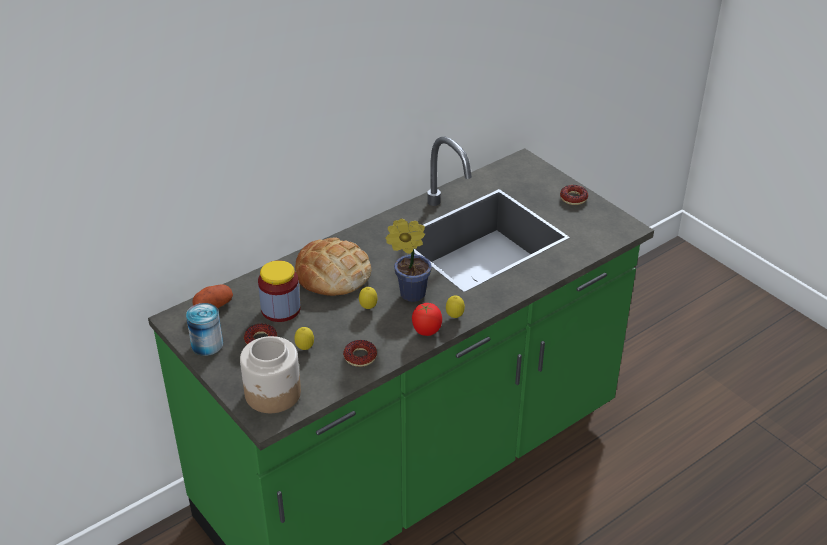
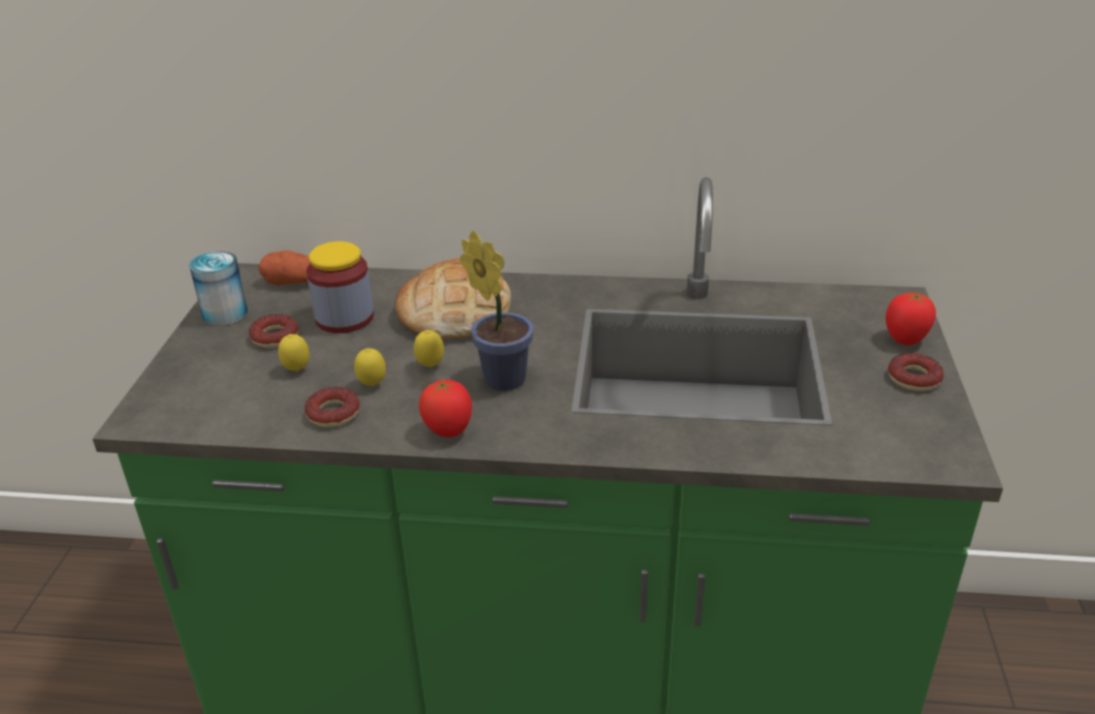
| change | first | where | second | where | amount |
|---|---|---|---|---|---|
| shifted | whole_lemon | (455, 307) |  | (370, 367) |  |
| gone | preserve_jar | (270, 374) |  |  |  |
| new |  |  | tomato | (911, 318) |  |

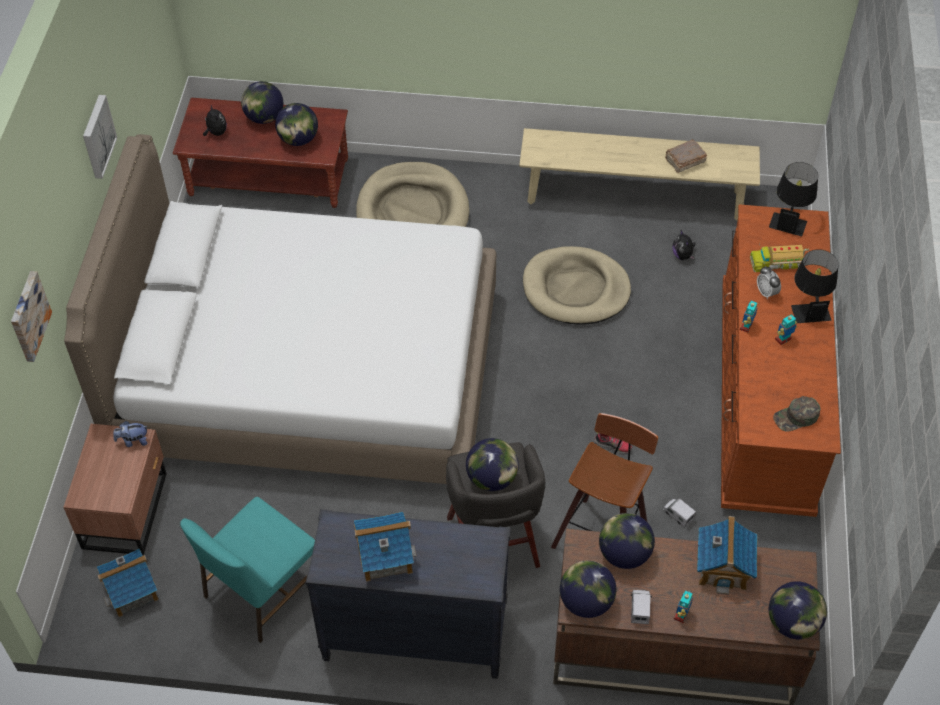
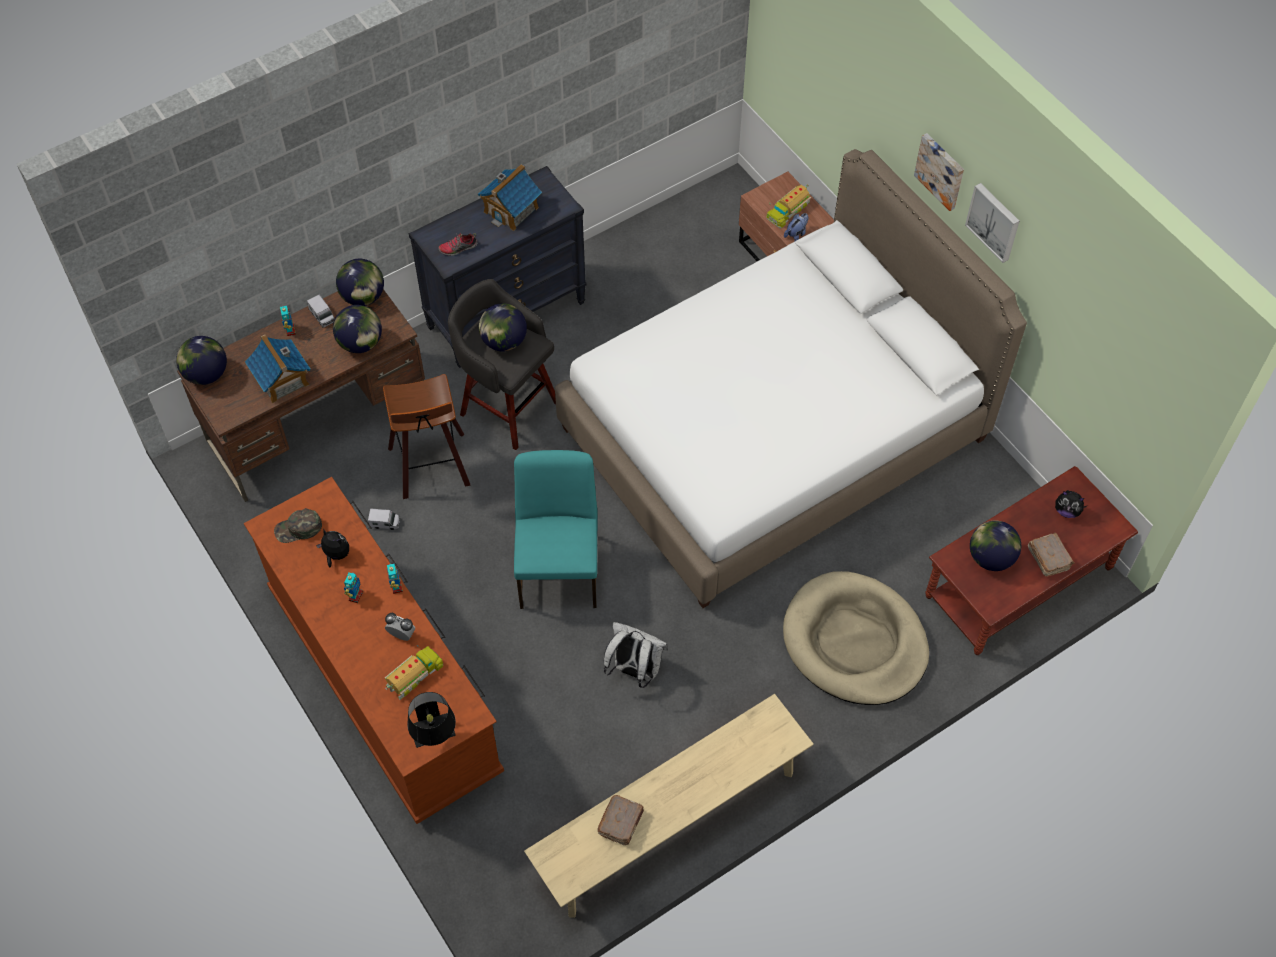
| change | first | where | second | where | amount |
|---|---|---|---|---|---|
| swapped | world_globe | (262, 102) | brownish_bound_book | (1051, 555) |  |
| shifted | plush_toy | (684, 245) |  | (332, 548) |  |
| swapped | sand-coloured_dog_bed | (577, 285) | white_knapsack | (636, 655) |  |
| gone | black_lamp_for_a_table | (815, 286) |  |  |  |
| shifted | wall_art | (31, 316) |  | (939, 172) |  |
| rotated | green-coloured_peaked_cap | (796, 414) |  | (298, 525) | 135 degrees counterclockwise |
| shifted | shoe | (613, 443) |  | (458, 244) |  |
| shifted | blue-green_upright_chair | (247, 570) |  | (556, 529) |  |
| gone | model_house | (128, 583) |  |  |  |
| new |  |  | toy_truck | (788, 206) |  |

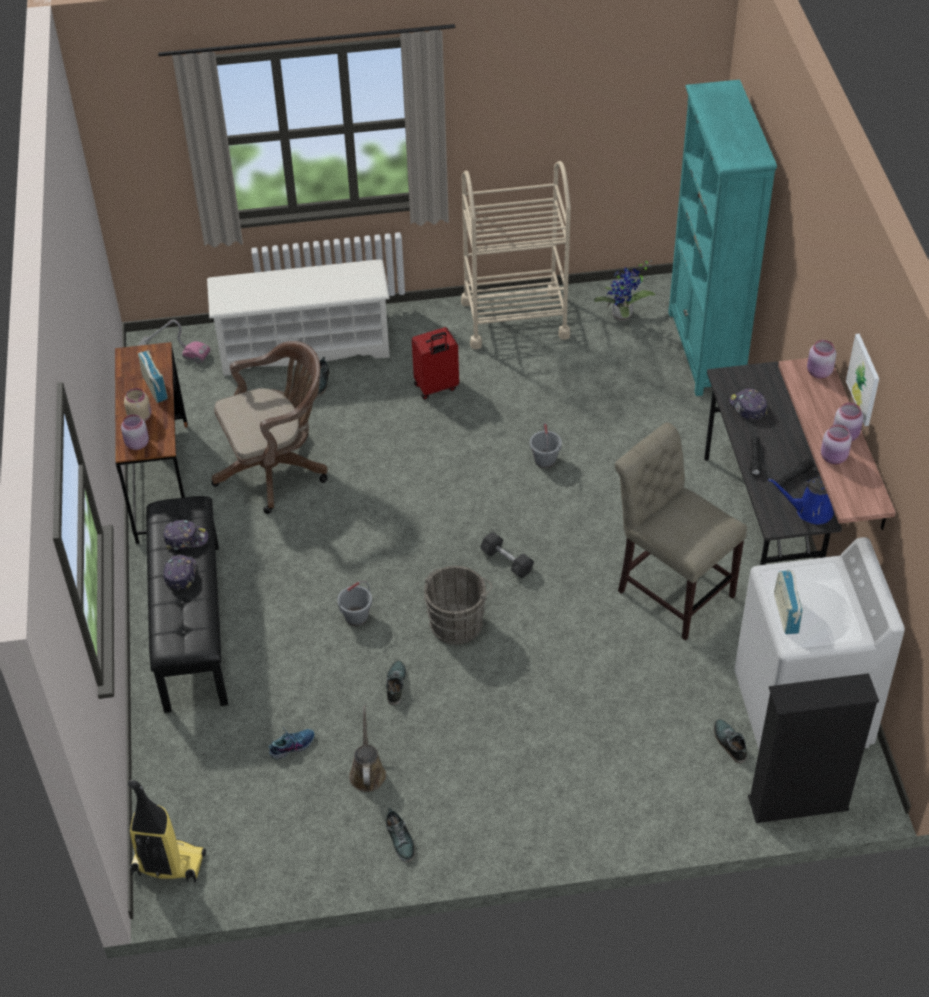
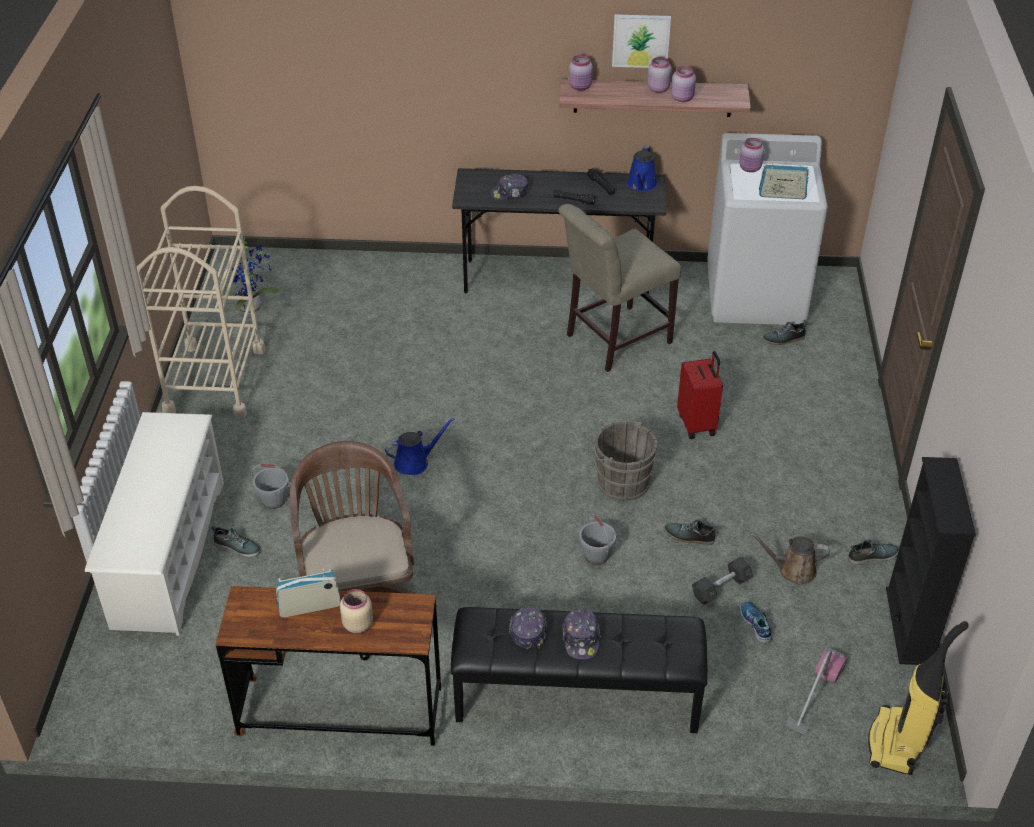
| change | first | where | second | where | amount |
|---|---|---|---|---|---|
| gone | blue-green_bookcase | (722, 238) |  |  |  |
| shifted | hoover | (174, 341) |  | (817, 691) |  |
| shifted | red-coloured_travel_case | (435, 363) |  | (700, 395) |  |
| shifted | pink-coloured_preserve_jar | (135, 432) |  | (751, 155) |  |
| shifted | gray_pail | (546, 445) |  | (270, 486) |  |
| shifted | gray_dumbbell | (507, 554) |  | (722, 580) |  |
| rotated | peaked_cap | (179, 572) |  | (581, 634) | 105 degrees counterclockwise |
| shifted | black_bookcase | (813, 748) |  | (931, 561) |  |
| new |  |  | blue-coloured_watering_pot | (420, 446) |  |

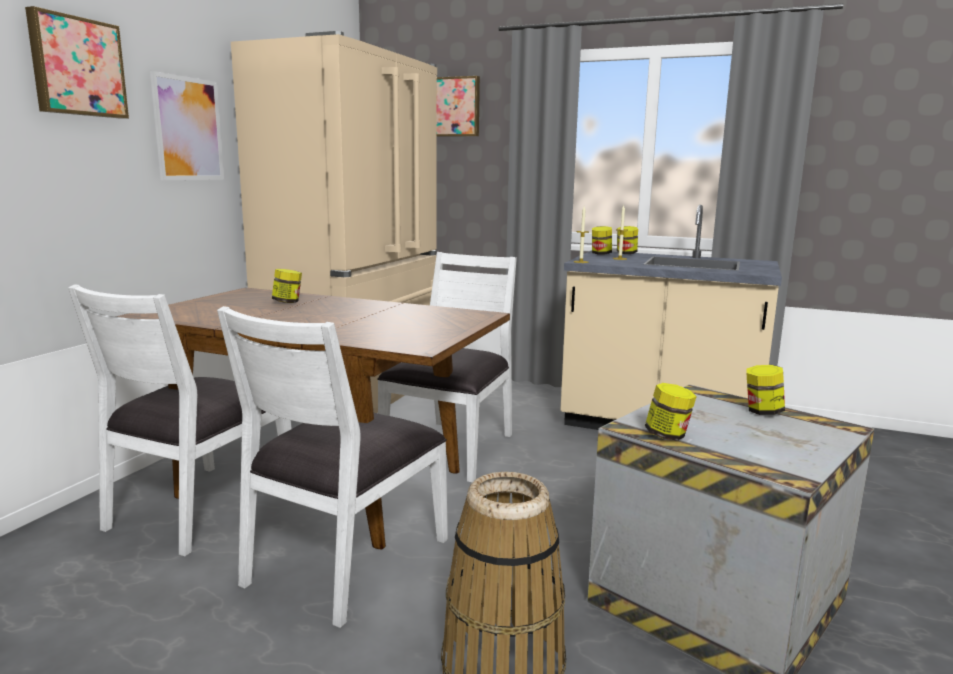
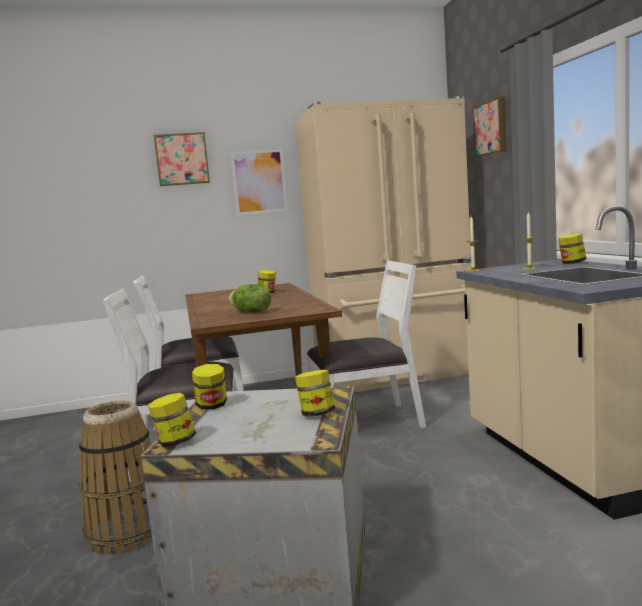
| change | first | where | second | where | amount |
|---|---|---|---|---|---|
| shifted | preserve_jar | (602, 240) |  | (172, 420) |  |
| new |  |  | head_of_lettuce | (250, 298) |  |

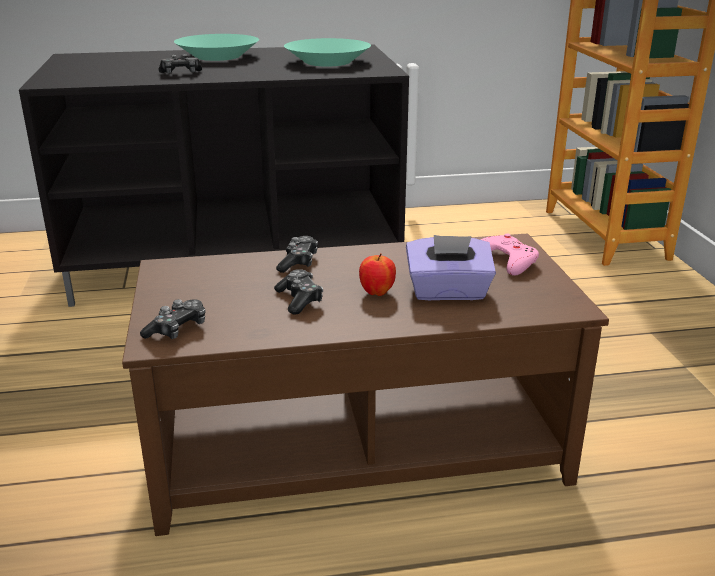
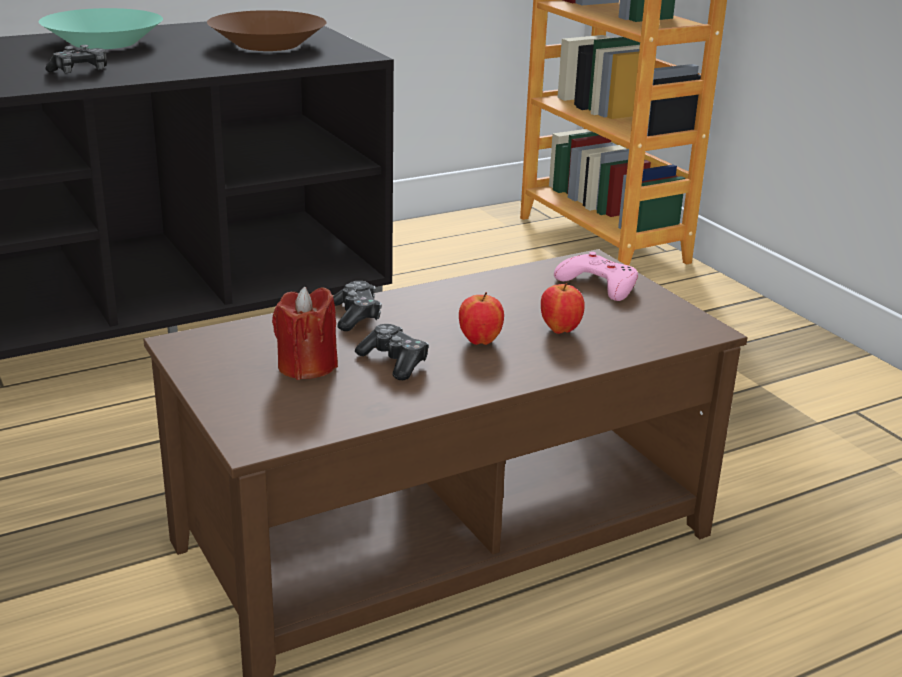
| change | first | where | second | where | amount |
|---|---|---|---|---|---|
| repainted | blue-green_bowl | (327, 52) | brownish_bowl | (266, 30) |  |
| swapped | purple_tissue_holder | (451, 267) | apple | (563, 308) |  |
| gone | gamepad | (173, 319) |  |  |  |
| new |  |  | red-coloured_candle | (305, 333) |  |

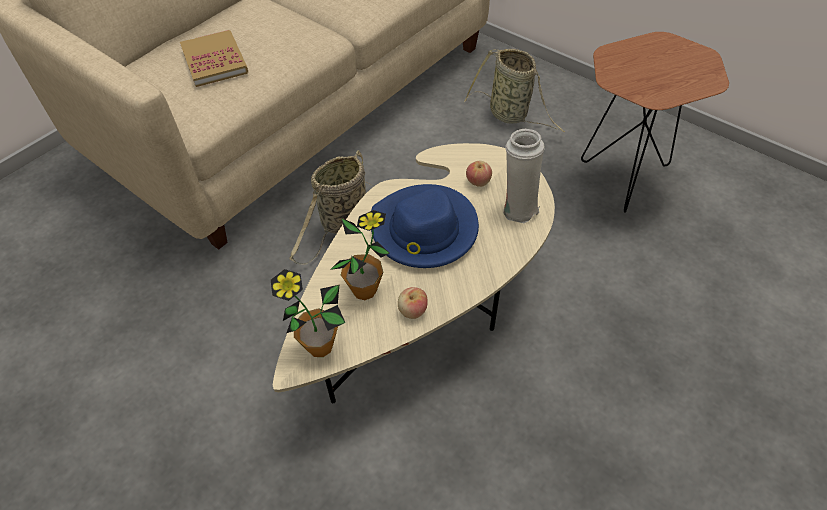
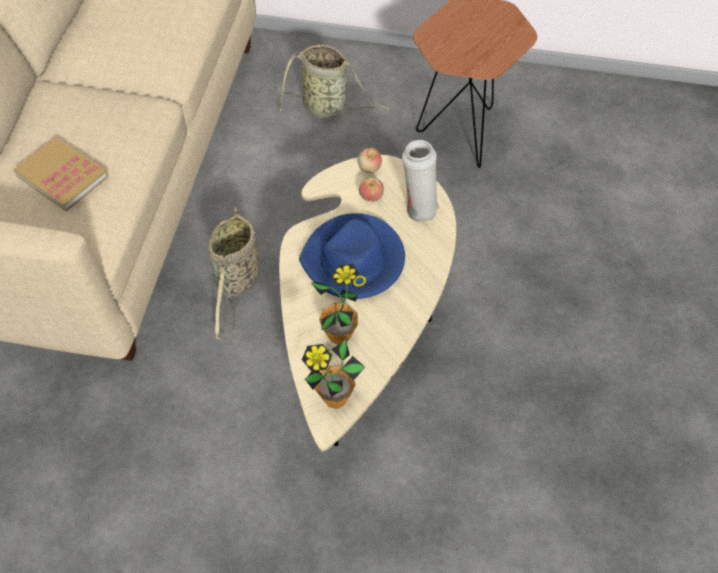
| change | first | where | second | where | amount |
|---|---|---|---|---|---|
| shifted | apple | (413, 303) |  | (370, 160) |  |

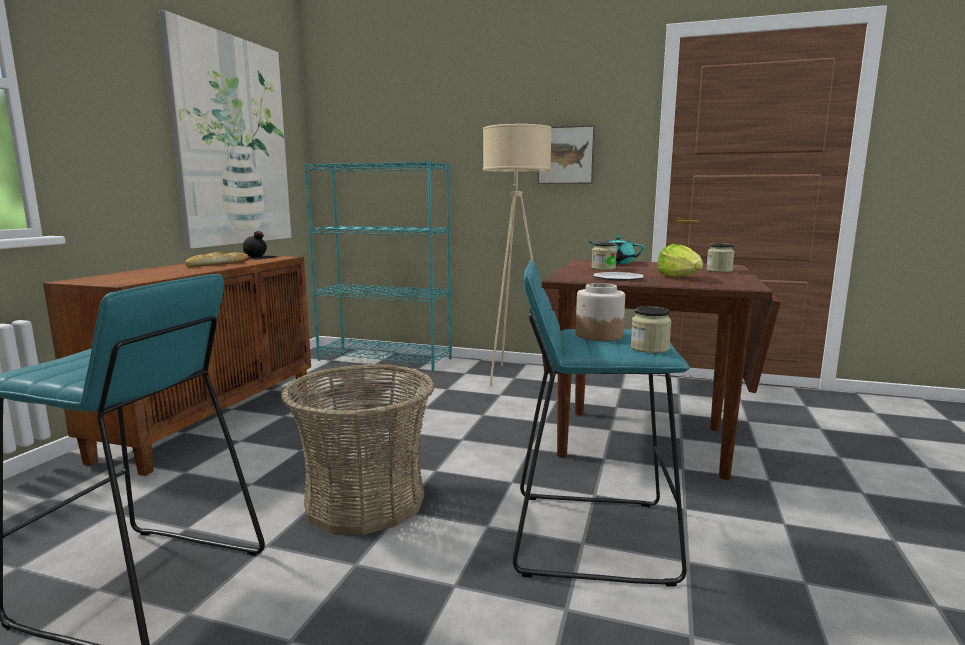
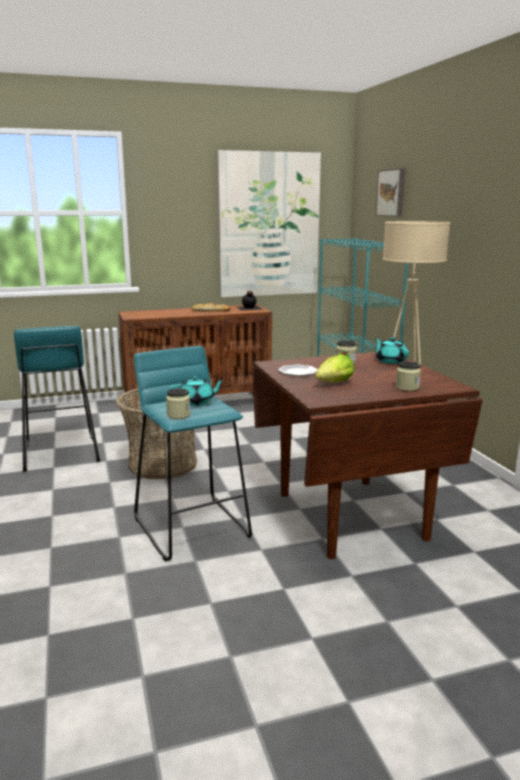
| change | first | where | second | where | amount |
|---|---|---|---|---|---|
| shifted | wall_art | (566, 154) |  | (390, 192) |  |
| swapped | preserve_jar | (600, 312) | blue-green_pot_for_tea | (197, 391) |  |

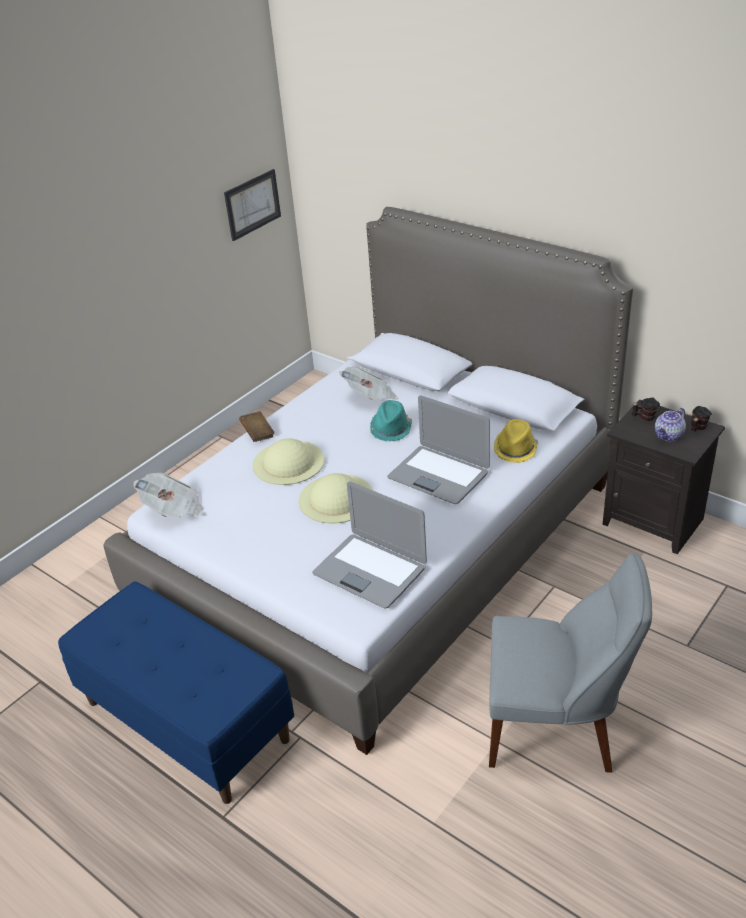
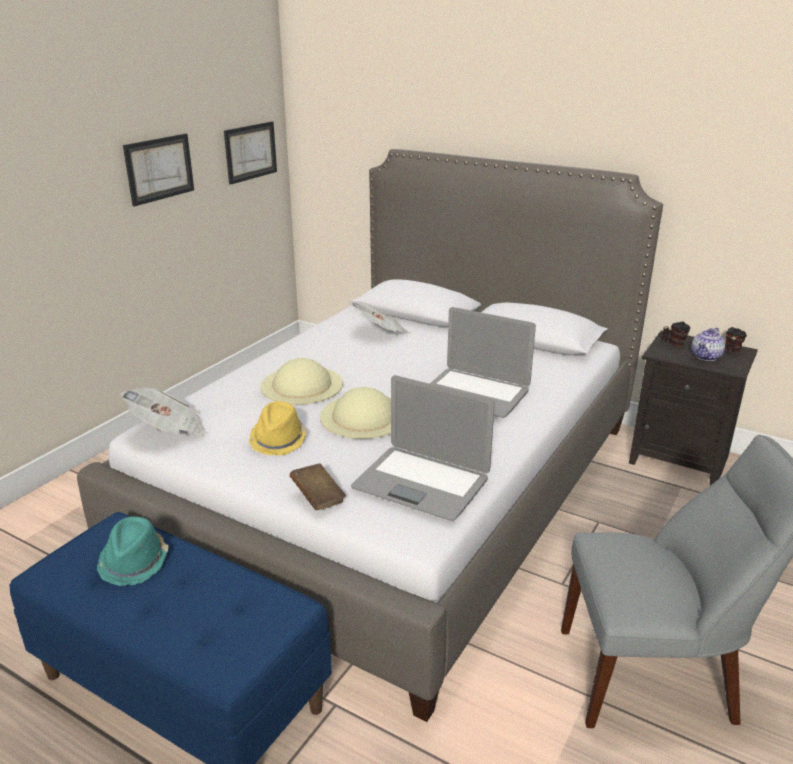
| change | first | where | second | where | amount |
|---|---|---|---|---|---|
| shifted | blue-green_wearable_hat | (391, 421) |  | (133, 551) |  |
| shifted | brownish_bound_book | (256, 426) |  | (317, 486) |  |
| shifted | yellowish_wearable_hat | (516, 441) |  | (278, 428) |  |
| new |  |  | wall_art | (158, 170) |  |

